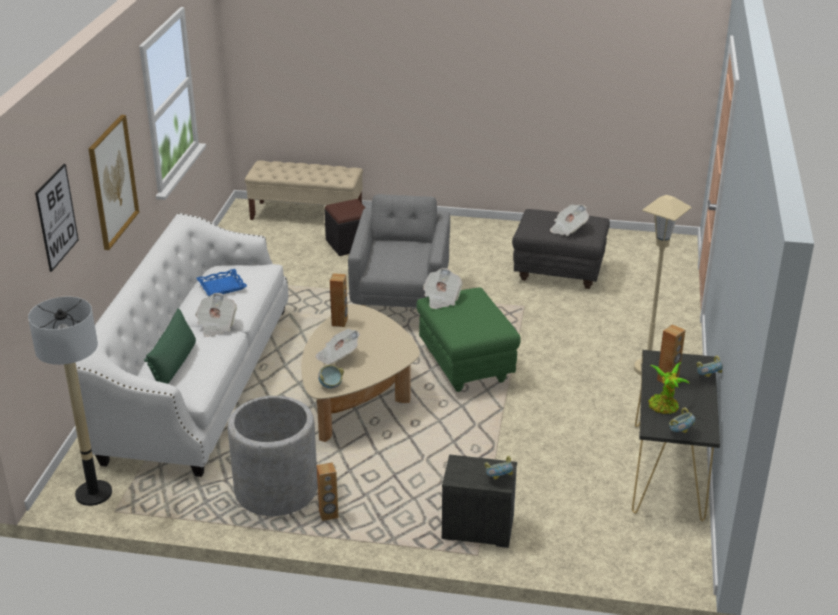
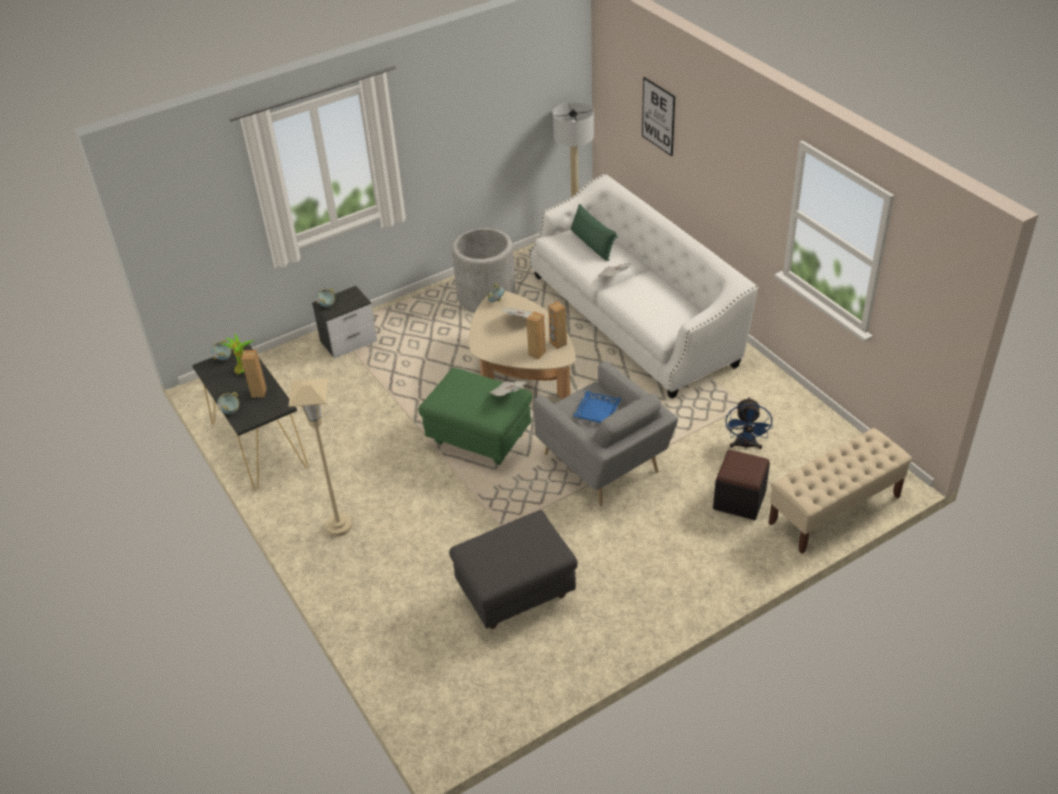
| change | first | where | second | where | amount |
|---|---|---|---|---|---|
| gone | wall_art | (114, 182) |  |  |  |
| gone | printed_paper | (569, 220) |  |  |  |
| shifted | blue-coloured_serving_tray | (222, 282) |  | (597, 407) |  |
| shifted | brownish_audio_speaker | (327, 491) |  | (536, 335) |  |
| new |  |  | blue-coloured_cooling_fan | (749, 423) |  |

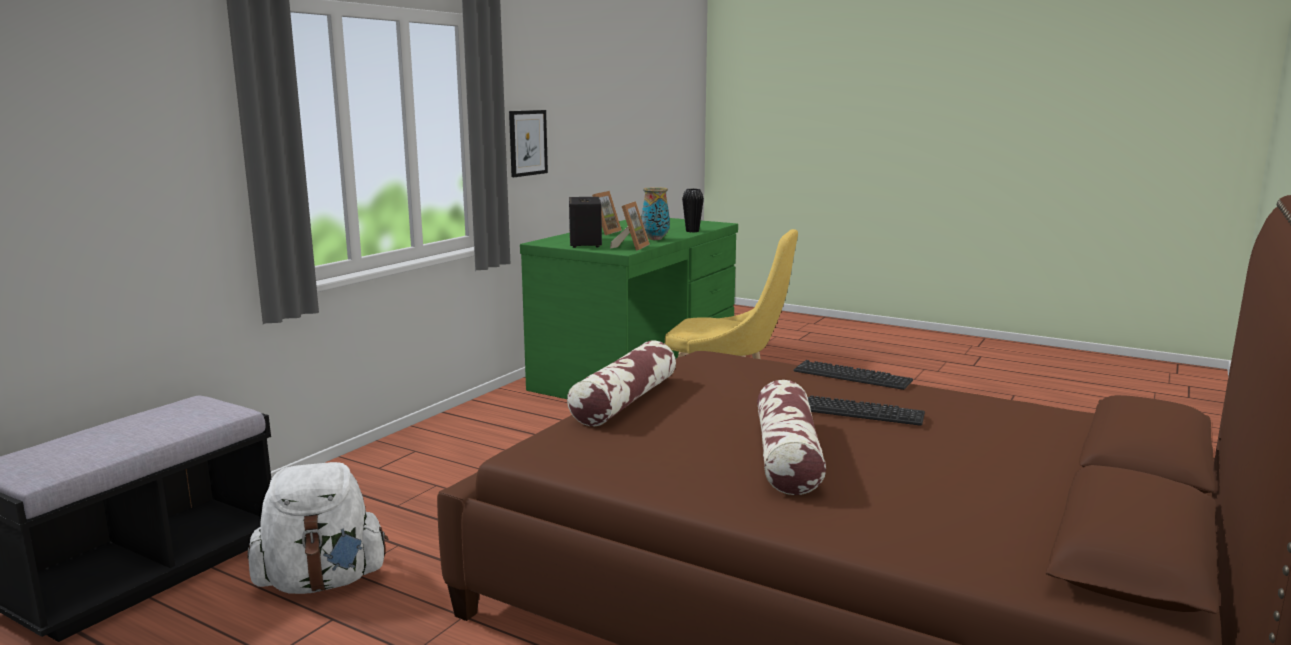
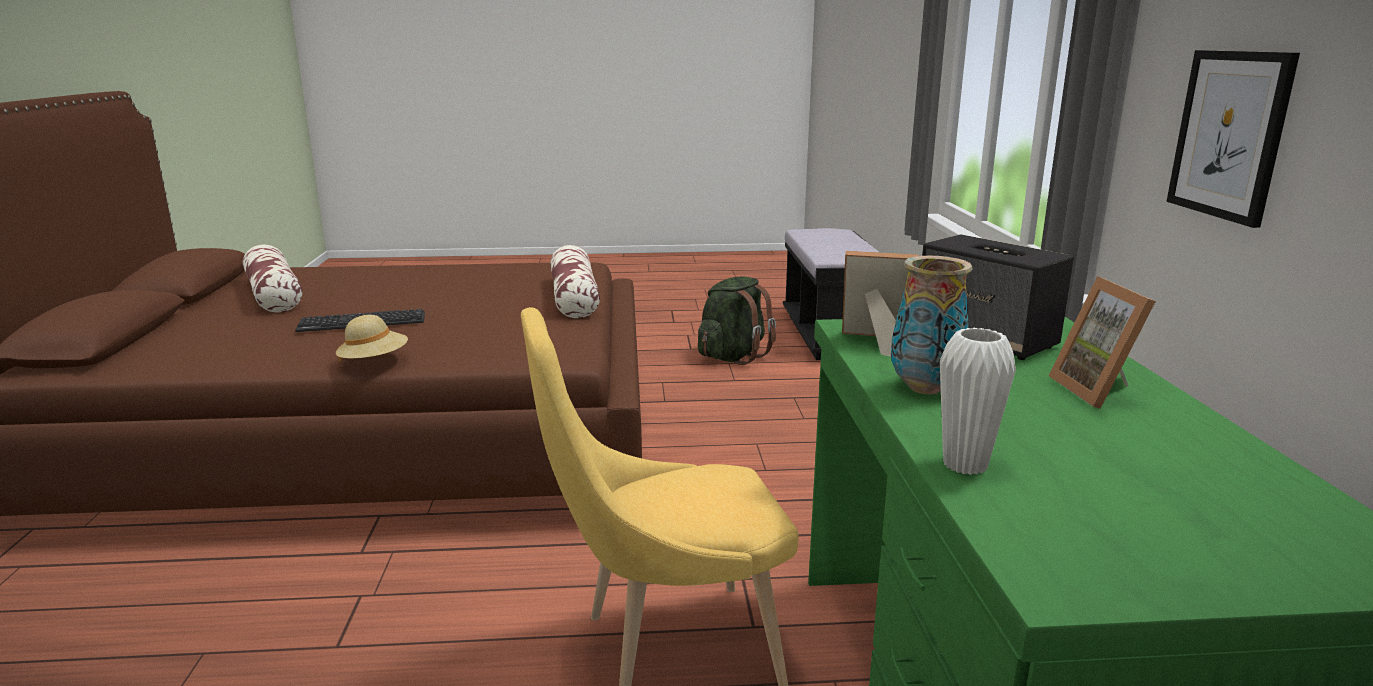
| change | first | where | second | where | amount |
|---|---|---|---|---|---|
| repainted | black_vase | (693, 210) | white_vase | (978, 401) |  |
| rotated | picture_frame | (630, 226) |  | (880, 303) | 120 degrees clockwise |
| swapped | PC_keyboard | (853, 375) | sand-coloured_wearable_hat | (372, 338) |  |
| shifted | cushion | (791, 437) |  | (272, 278) |  |
| repainted | white_knapsack | (317, 528) | green-coloured_knapsack | (737, 321) |  |

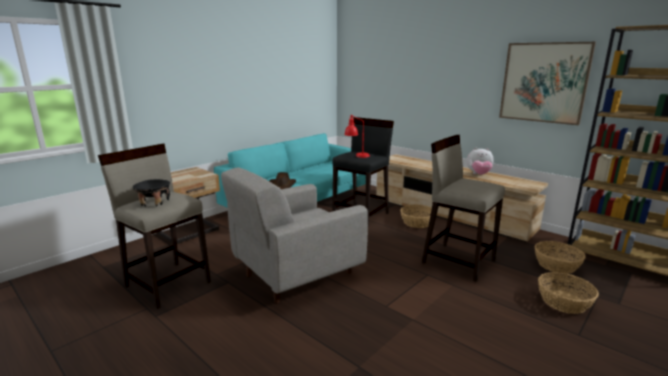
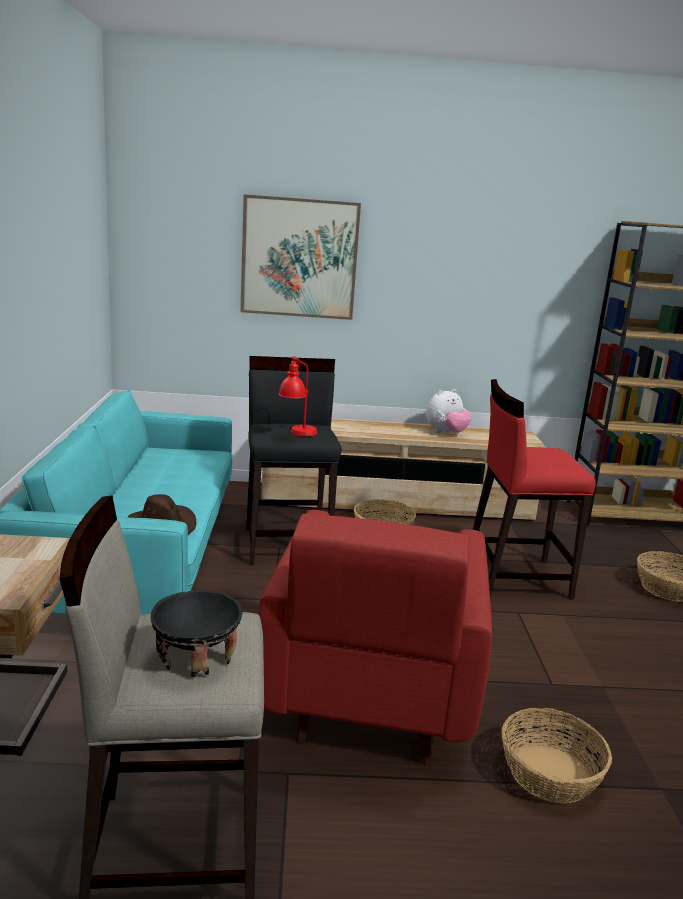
| change | first | where | second | where | amount |
|---|---|---|---|---|---|
| shifted | wall_art | (547, 83) |  | (300, 257) |  |
| repainted | sand-coloured_stool | (463, 208) | red-coloured_stool | (534, 489) |  |
| repainted | gray_armchair | (294, 235) | red-coloured_armchair | (375, 637) |  |
| shifted | storage_basket | (560, 257) |  | (556, 756) |  |

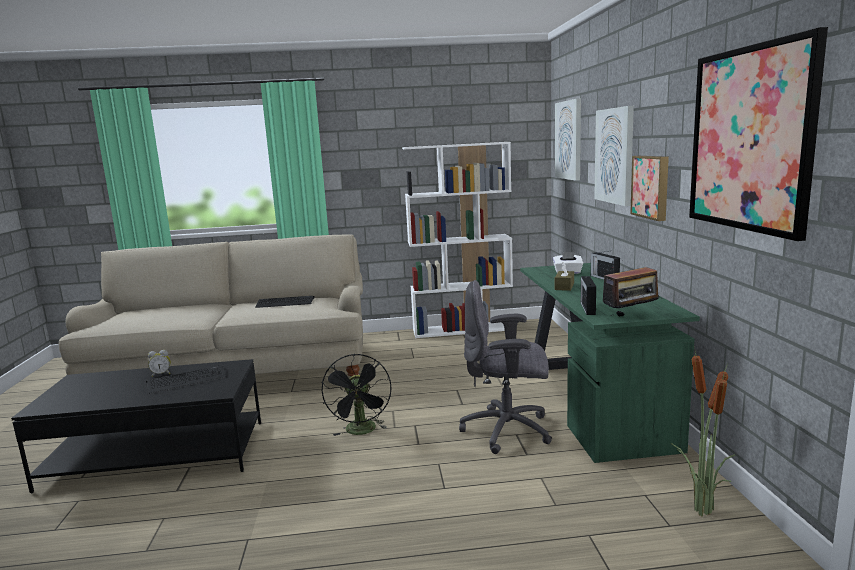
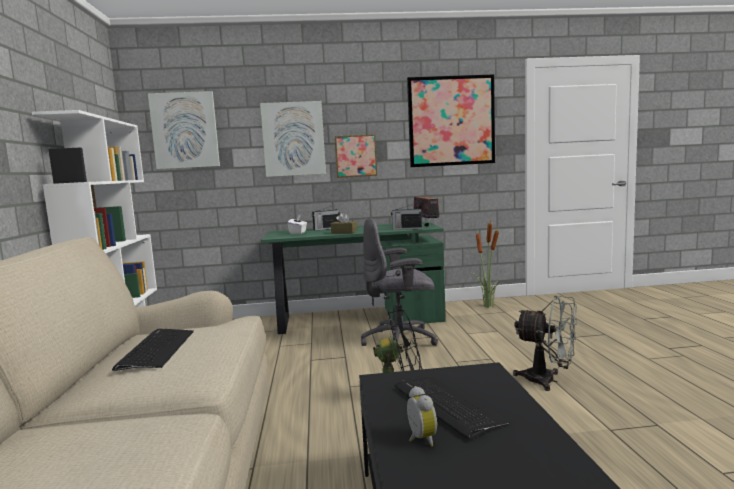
| change | first | where | second | where | amount |
|---|---|---|---|---|---|
| rotated | gray_office_chair | (505, 367) |  | (399, 286) | 75 degrees clockwise |
| new |  |  | gray_cooling_fan | (545, 343) |  |

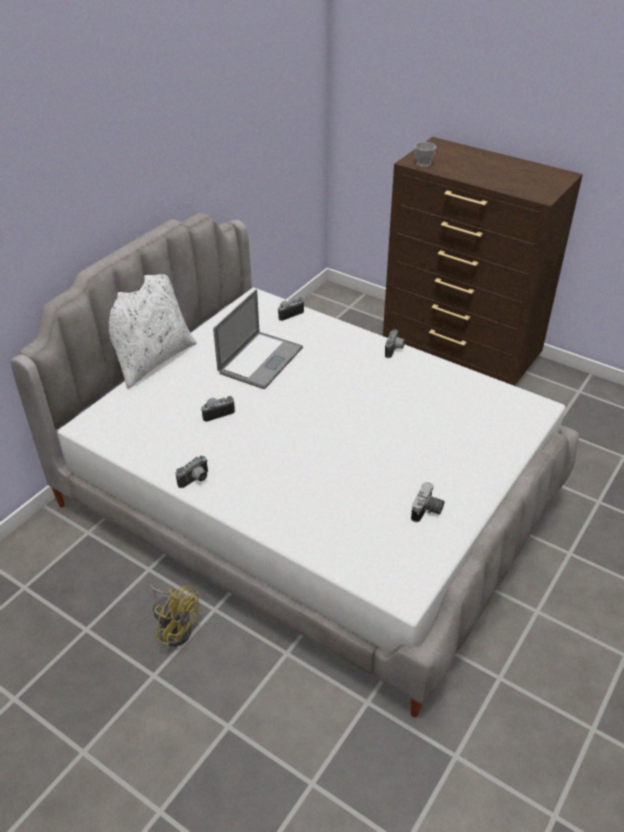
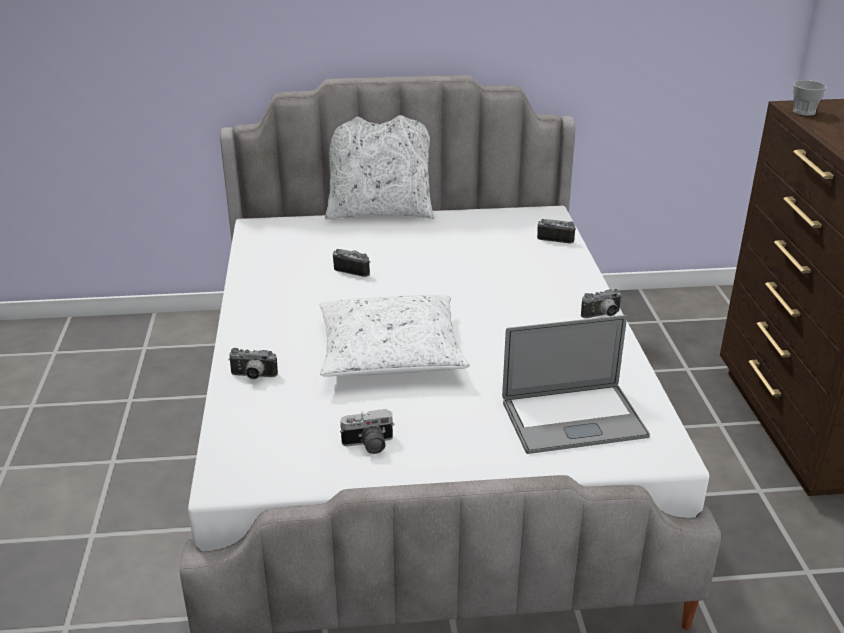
| change | first | where | second | where | amount |
|---|---|---|---|---|---|
| shifted | notebook_computer | (258, 339) |  | (576, 384) |  |
| shifted | still_camera | (191, 471) |  | (253, 363) |  |
| gone | yellowish_cooling_fan | (174, 615) |  |  |  |
| new |  |  | white_cushion | (394, 336) |  |

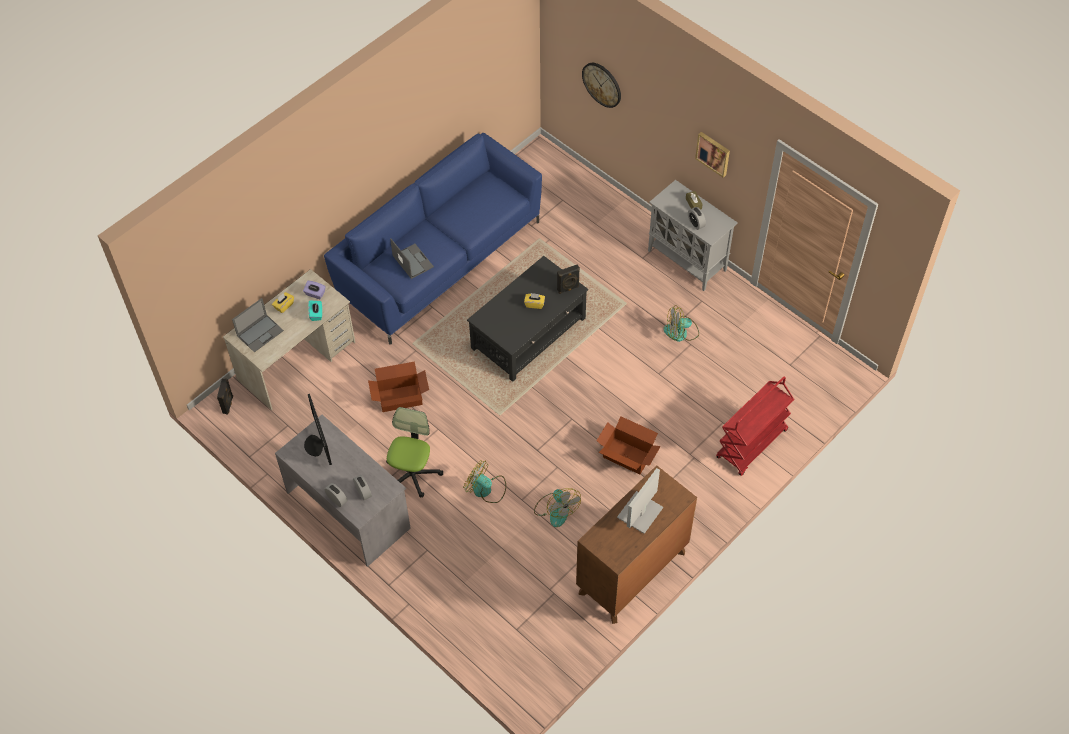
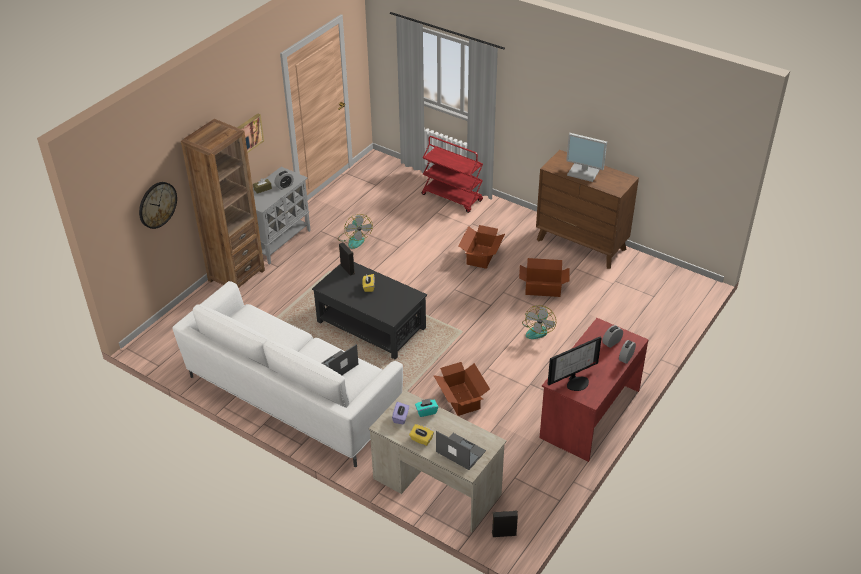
| change | first | where | second | where | amount |
|---|---|---|---|---|---|
| repainted | blue-coloured_couch | (433, 238) | white_couch | (287, 374) |  |
| gone | office_chair | (414, 452) |  |  |  |
| repainted | gray_desk_unit | (343, 491) | red-coloured_desk_unit | (594, 390) |  |
| swapped | cooling_fan | (557, 507) | cardboard_box | (544, 277) |  |
| new |  |  | brownish_bookcase | (223, 203) |  |

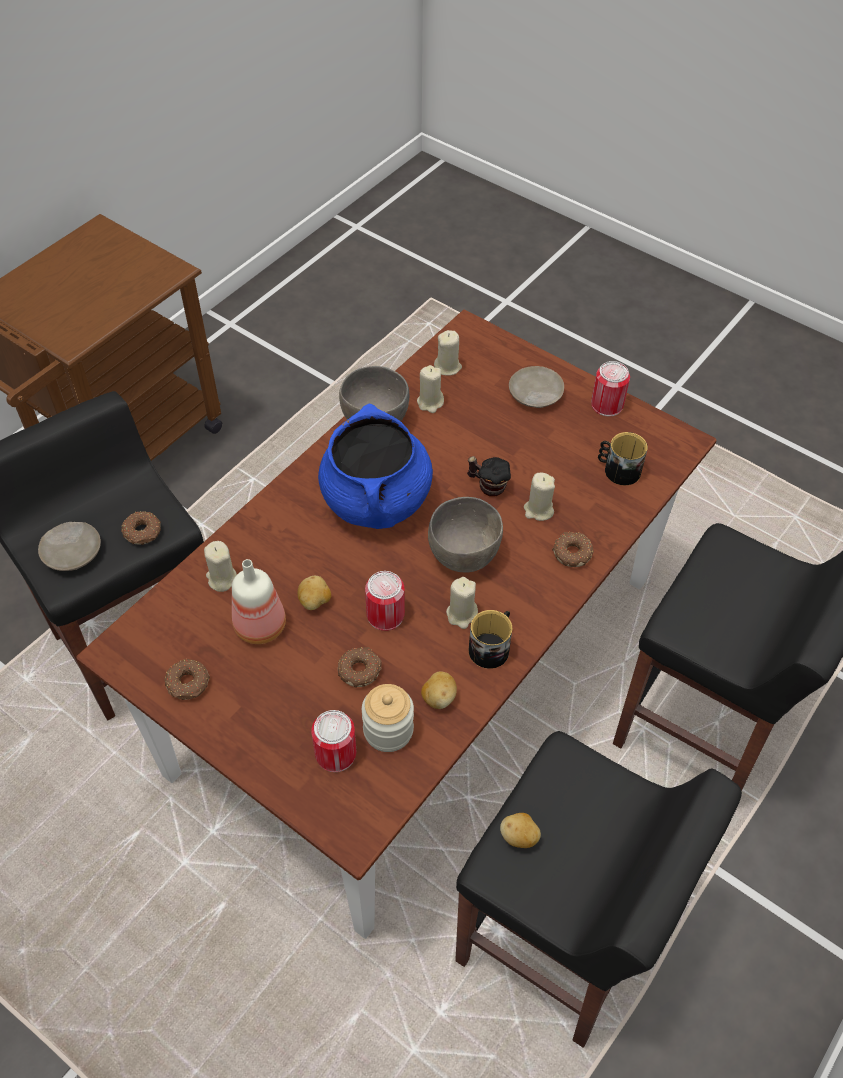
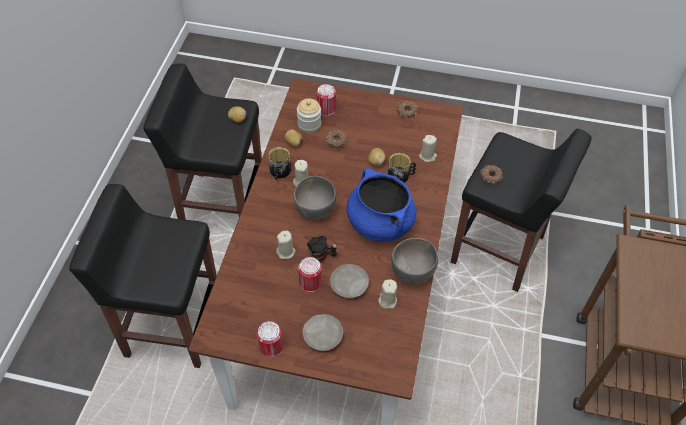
| change | first | where | second | where | amount |
|---|---|---|---|---|---|
| gone | sand-coloured_candle | (448, 353) |  |  |  |
| shifted | mug | (623, 458) |  | (402, 168) |  |
| shifted | sand-coloured_plate | (69, 546) |  | (349, 281) |  |
| gone | doughnut | (573, 549) |  |  |  |
| gone | drink_bottle | (259, 601) |  |  |  |
| shifted | sealed_can | (385, 601) |  | (310, 274) |  |

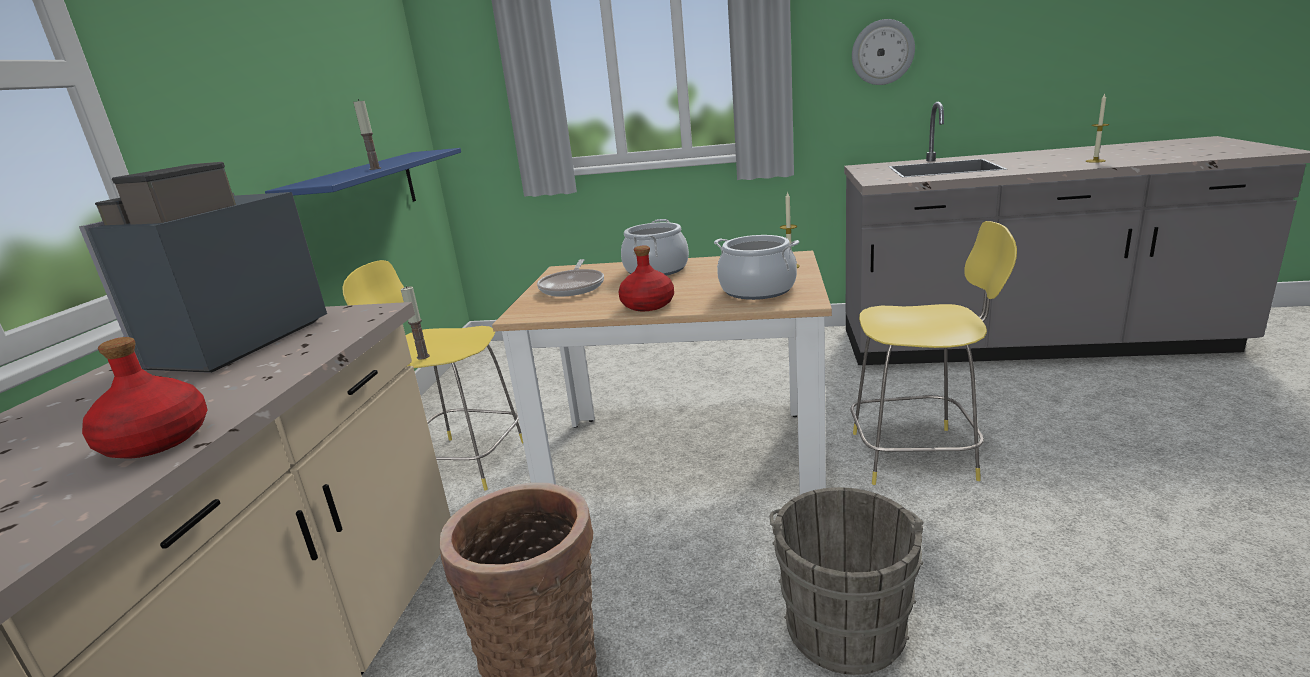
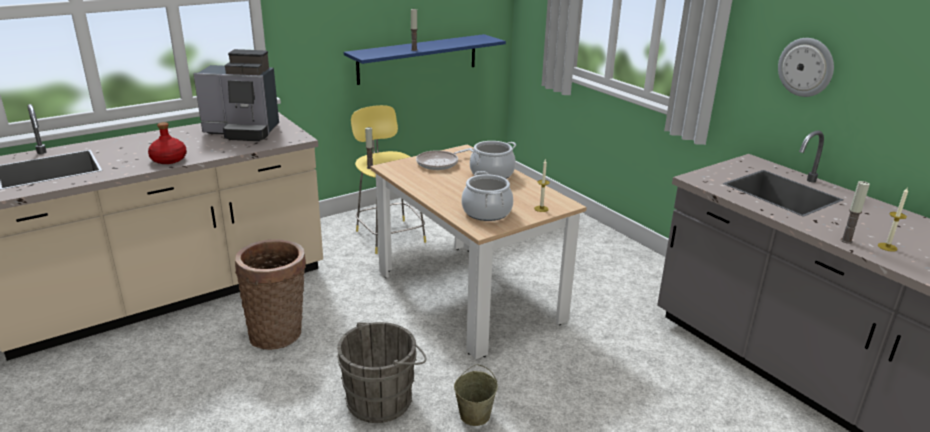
| change | first | where | second | where | amount |
|---|---|---|---|---|---|
| rotated | coffee_maker | (203, 267) |  | (236, 95) | 150 degrees counterclockwise |
| gone | yellowish_stool | (934, 353) |  |  |  |
| gone | red-coloured_drink_bottle | (646, 278) |  |  |  |
| new |  |  | candle | (855, 212) |  |
| new |  |  | sand-coloured_pail | (476, 395) |  |

